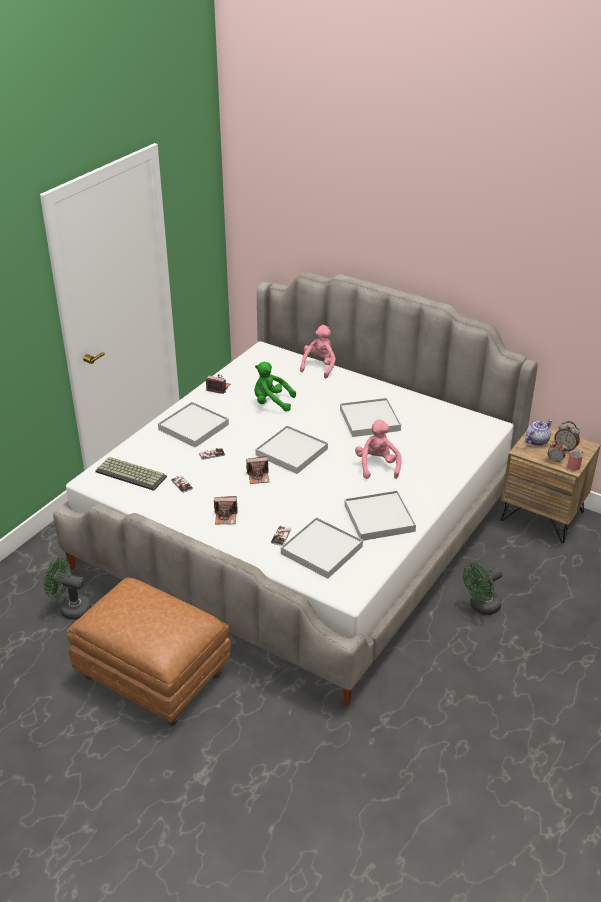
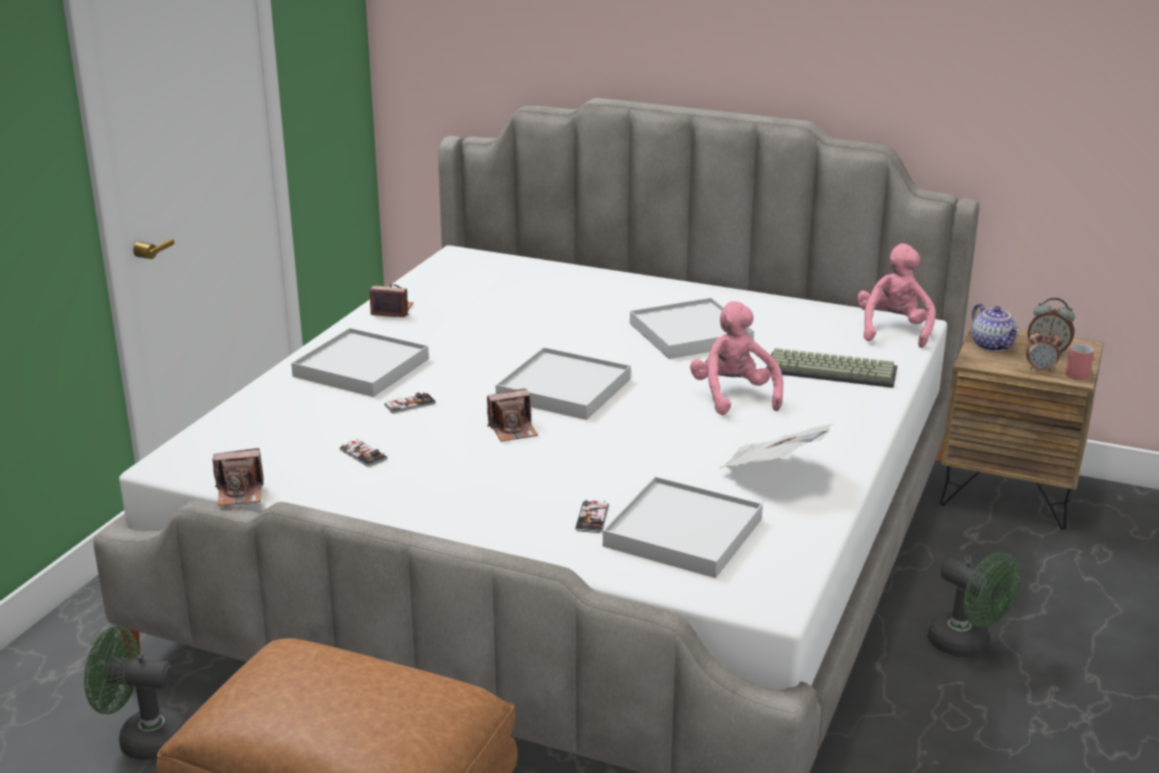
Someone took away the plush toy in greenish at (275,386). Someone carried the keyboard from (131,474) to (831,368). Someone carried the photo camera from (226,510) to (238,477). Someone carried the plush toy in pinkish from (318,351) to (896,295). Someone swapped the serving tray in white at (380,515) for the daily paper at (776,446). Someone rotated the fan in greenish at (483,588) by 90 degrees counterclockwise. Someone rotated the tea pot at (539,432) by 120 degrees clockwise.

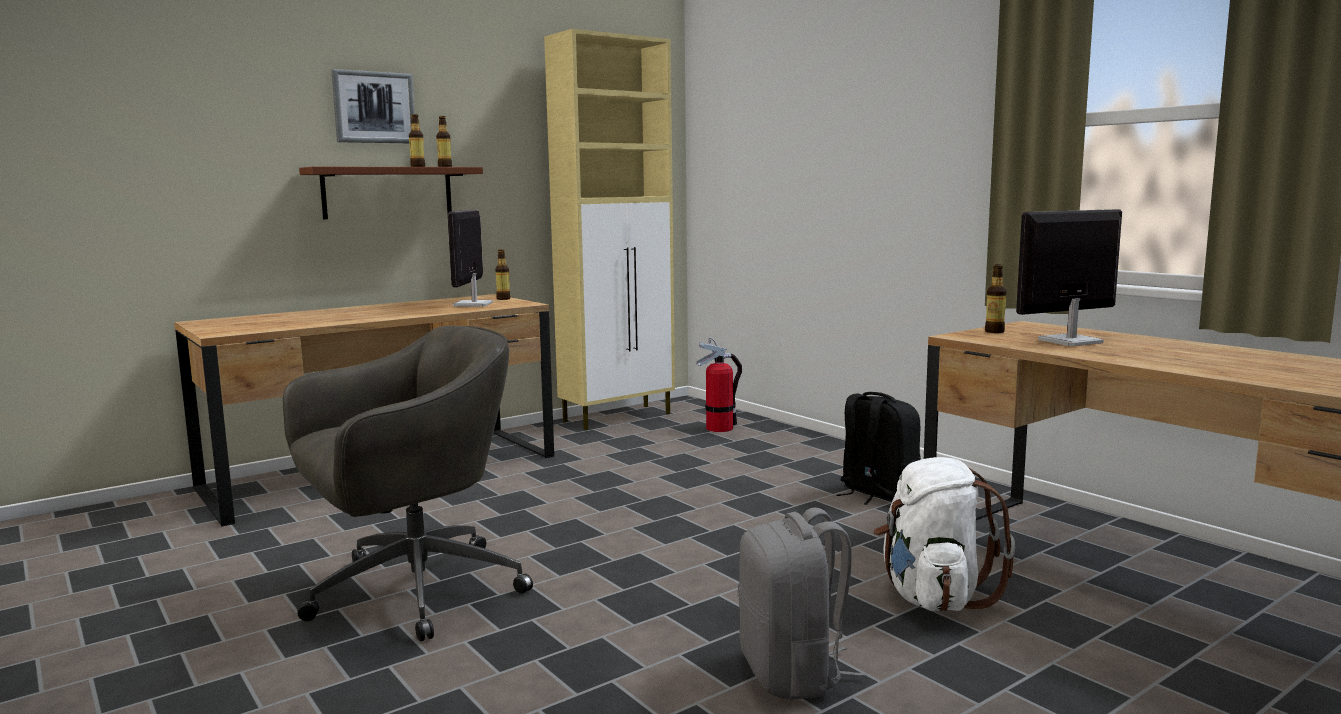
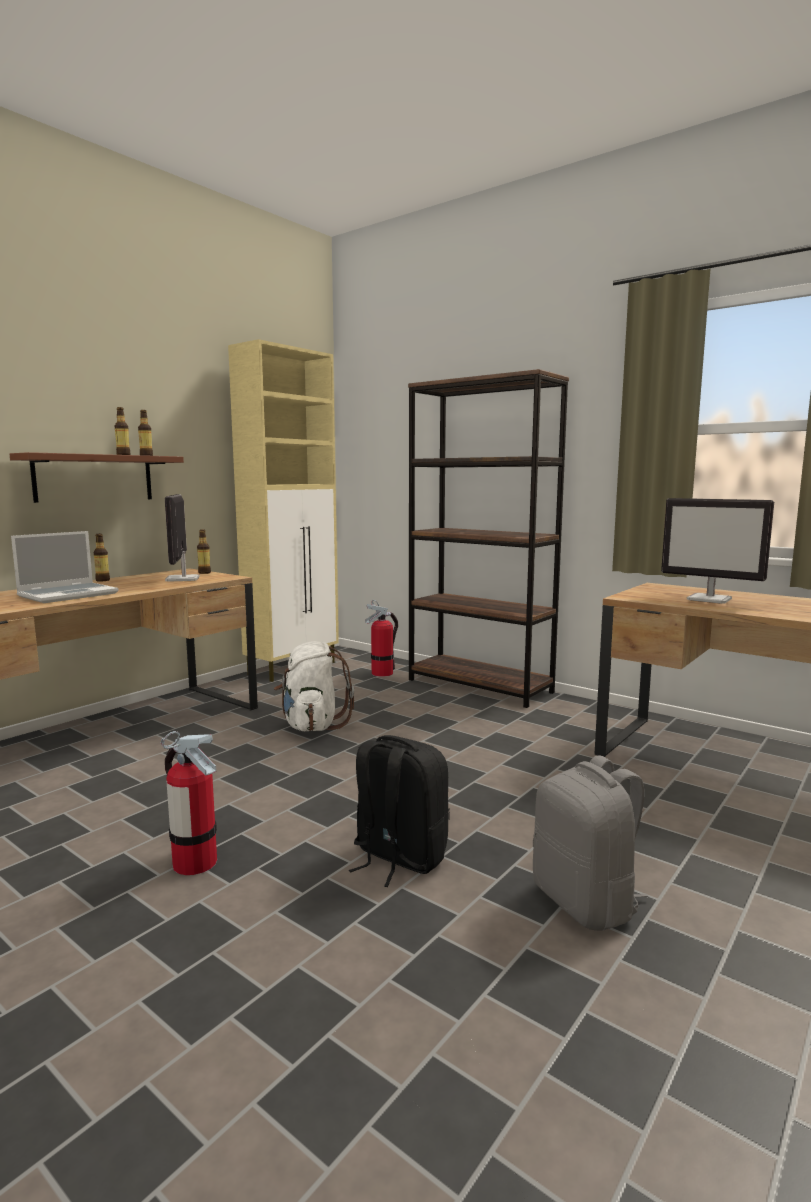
Someone took away the wall picture at (373,106). Someone put down the laptop at (65,567). Someone put down the bookshelf in brownish at (488,538). Someone carried the knapsack in black-coloured from (878,448) to (399,811). Someone carried the knapsack in white from (944,534) to (314,686). Someone carried the bottle from (996,298) to (102,557). Someone swapped the office chair in gray at (408,483) for the fire-fighting cylinder at (189,803). Someone rotated the monitor at (1069,277) by 105 degrees counterclockwise.

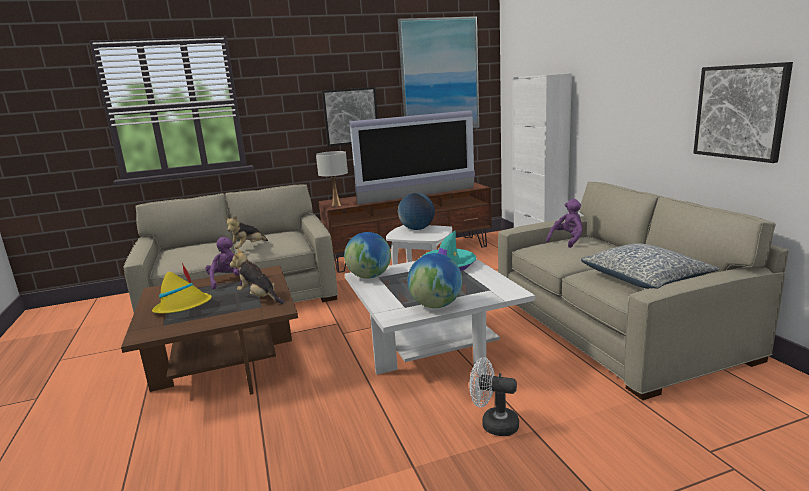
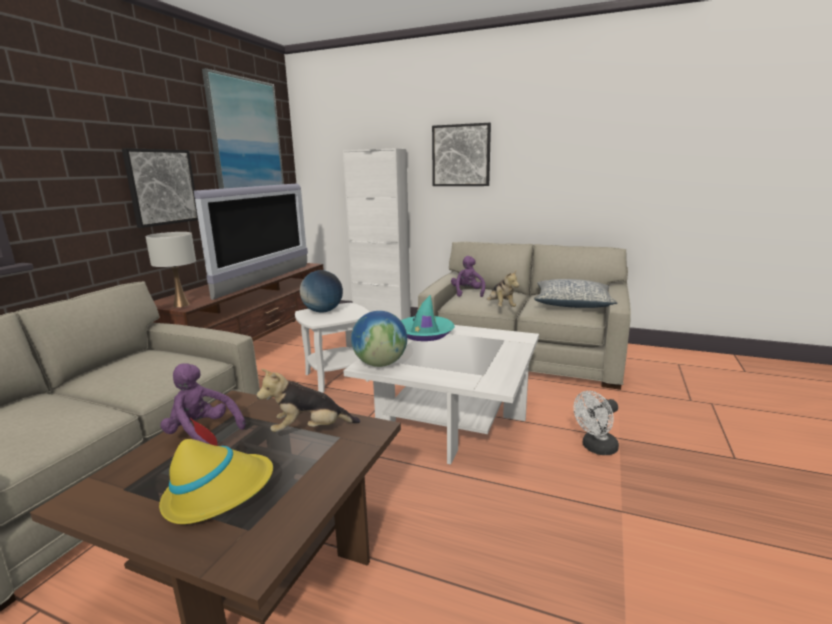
Someone took away the desk globe at (434,280). Someone carried the plush toy from (246,232) to (503,289). Someone carried the wall picture from (743,112) to (461,154).

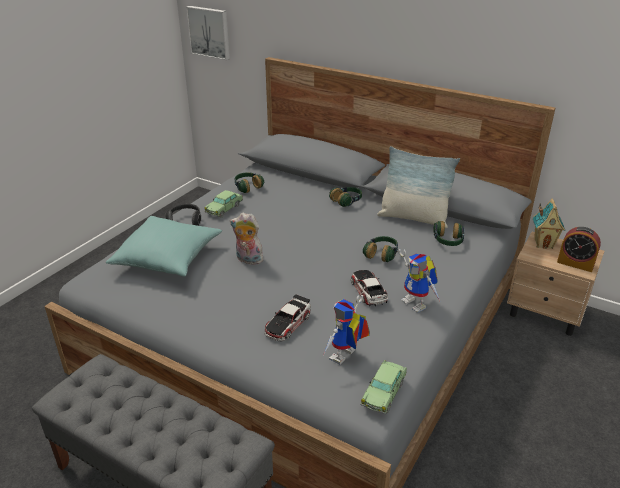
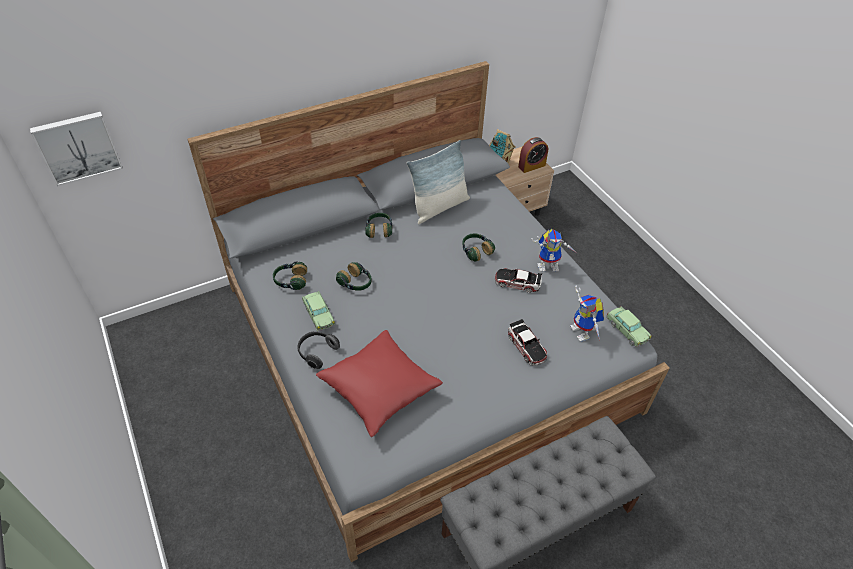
Someone took away the plush toy at (247,239). Someone carried the headset from (448,233) to (353,276). Someone repainted the pillow in turquoise-coloured at (164,246), which became the pillow in red at (379,383).

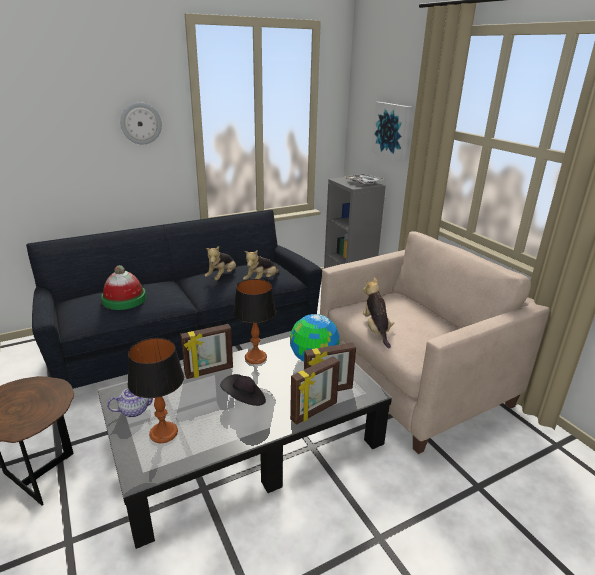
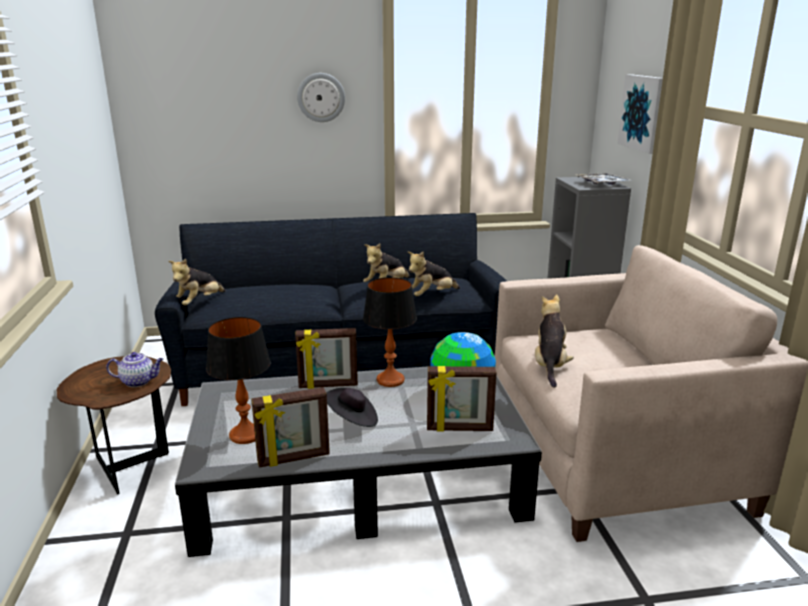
Someone took away the wearable hat at (123,287). Someone put down the plush toy at (197,282). Someone carried the tea pot from (130,402) to (134,369). Someone carried the picture frame from (315,390) to (290,427).

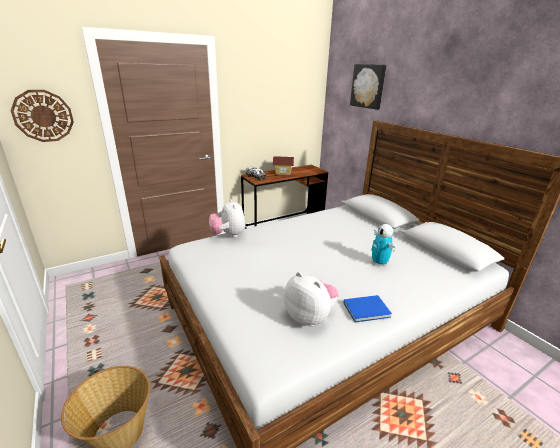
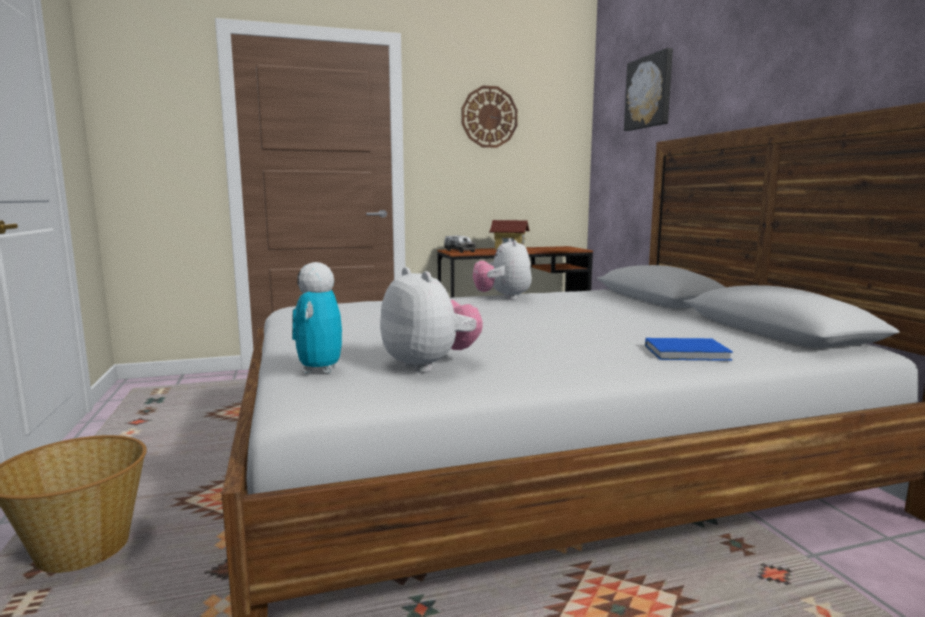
Someone carried the clock on the wall from (42,116) to (490,117). Someone carried the plush toy from (227,218) to (502,269). Someone carried the book in bluish from (367,309) to (689,349). Someone carried the toy robot from (383,245) to (317,317).

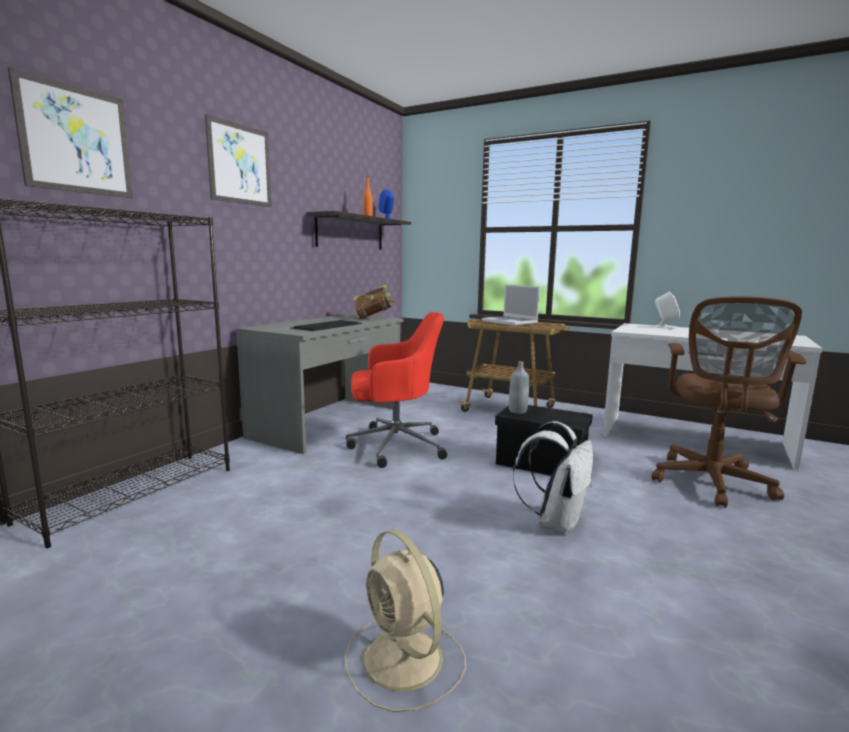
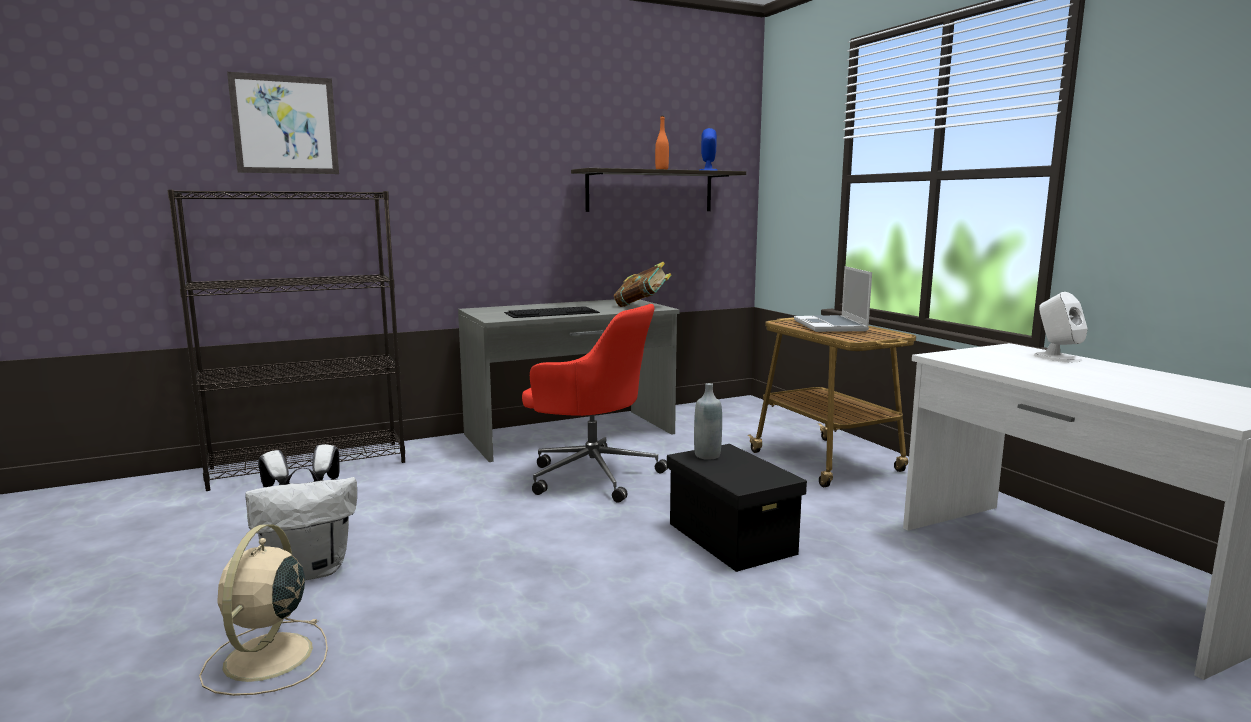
Someone took away the wall picture at (238,160). Someone took away the office chair in brownish at (729,402). Someone carried the knapsack in white from (553,477) to (301,512).

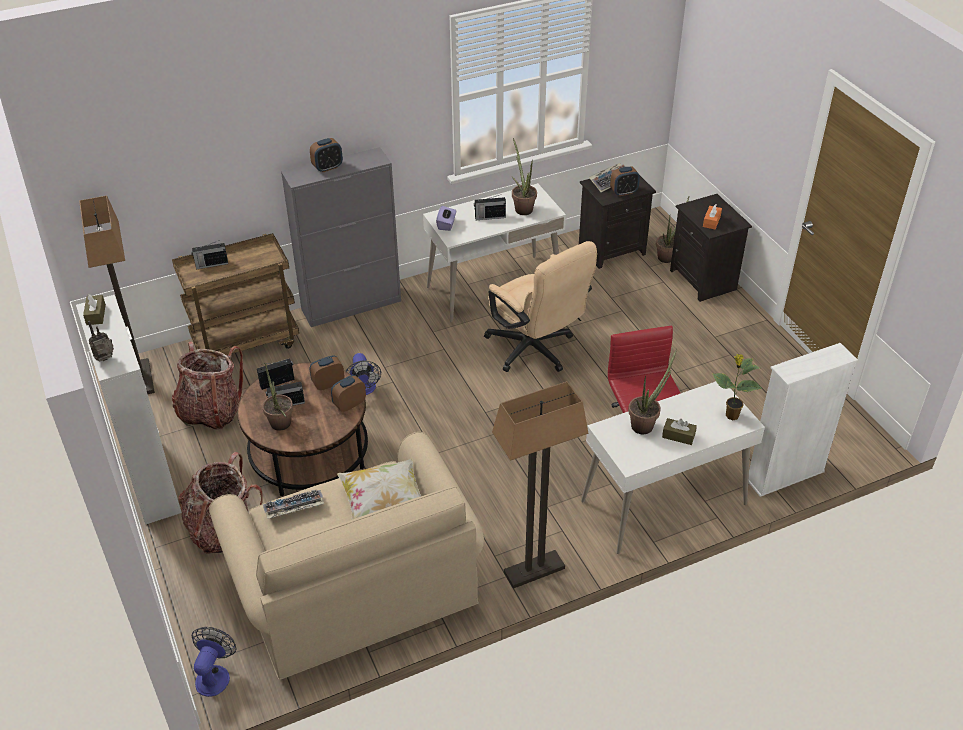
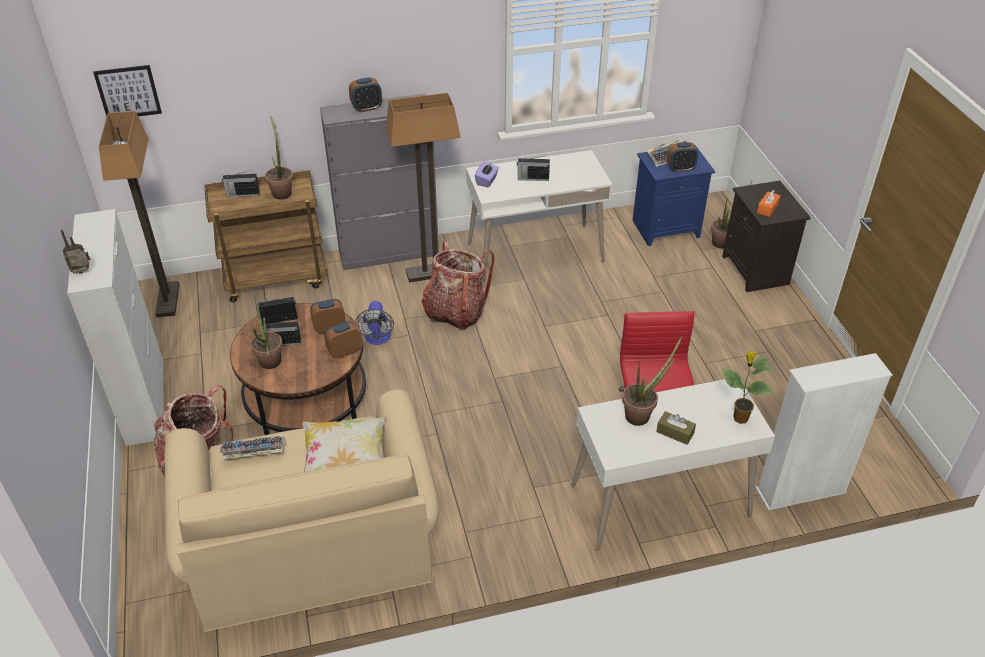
Someone took away the tissue holder in brownish at (94,309). Someone took away the fan at (214,662). Someone took away the office chair in sand-coloured at (540,306). Someone put up the wall picture at (127,91). Someone carried the knapsack from (207,385) to (458,285). Someone carried the floor lamp from (540,485) to (423,188). Someone carried the potted plant from (524,176) to (279,158). Someone repainted the bedside table in black-coloured at (617,222), which became the bedside table in bluish at (673,195).

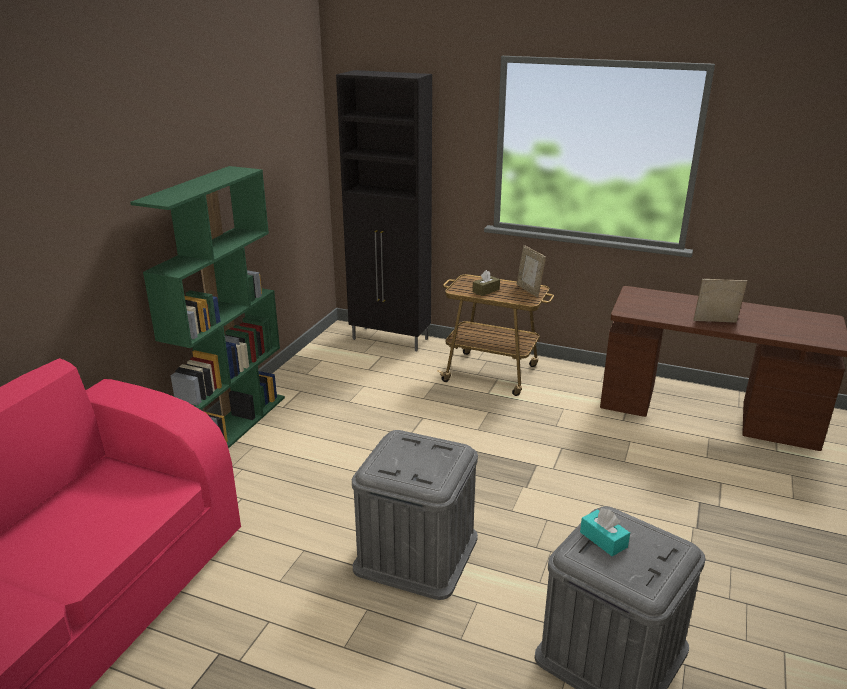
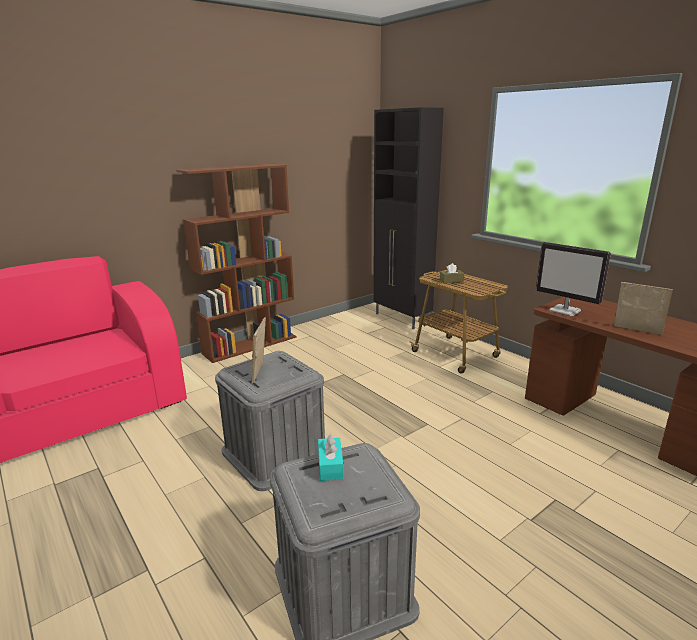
Someone put down the monitor at (573,279). Someone carried the picture frame from (531,271) to (258,350). Someone repainted the bookshelf in greenish at (207,307), which became the bookshelf in brownish at (236,263).

